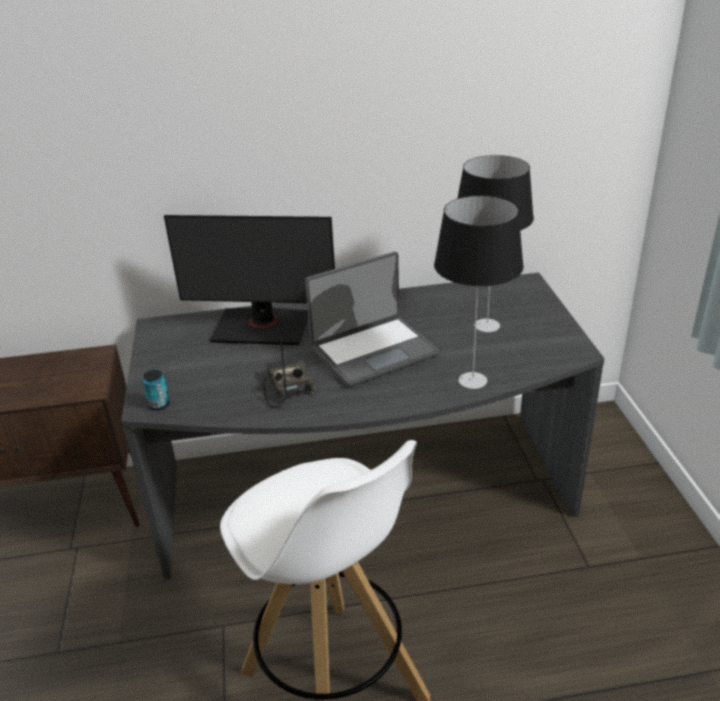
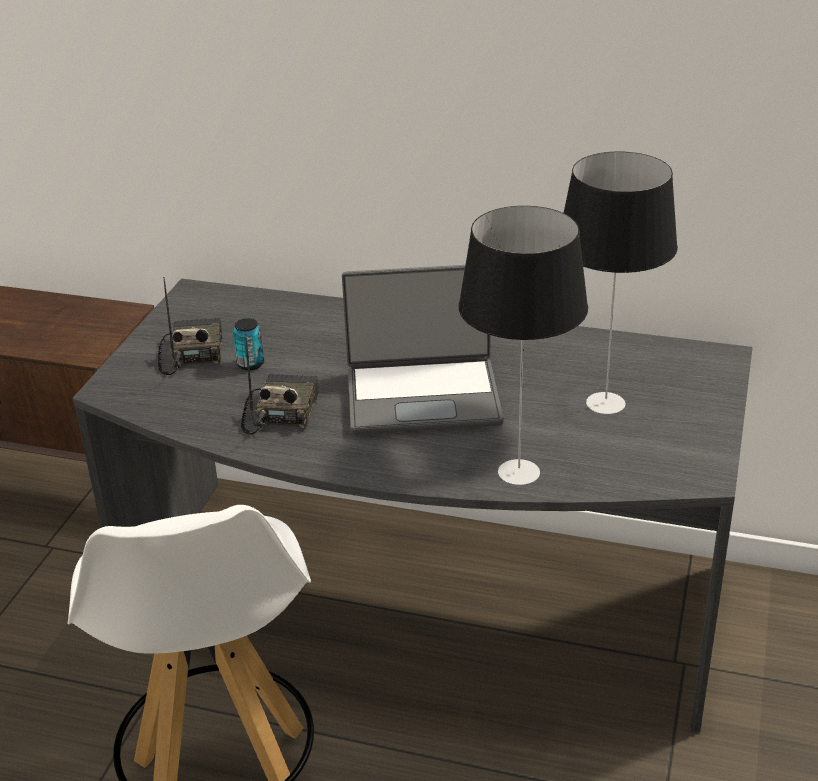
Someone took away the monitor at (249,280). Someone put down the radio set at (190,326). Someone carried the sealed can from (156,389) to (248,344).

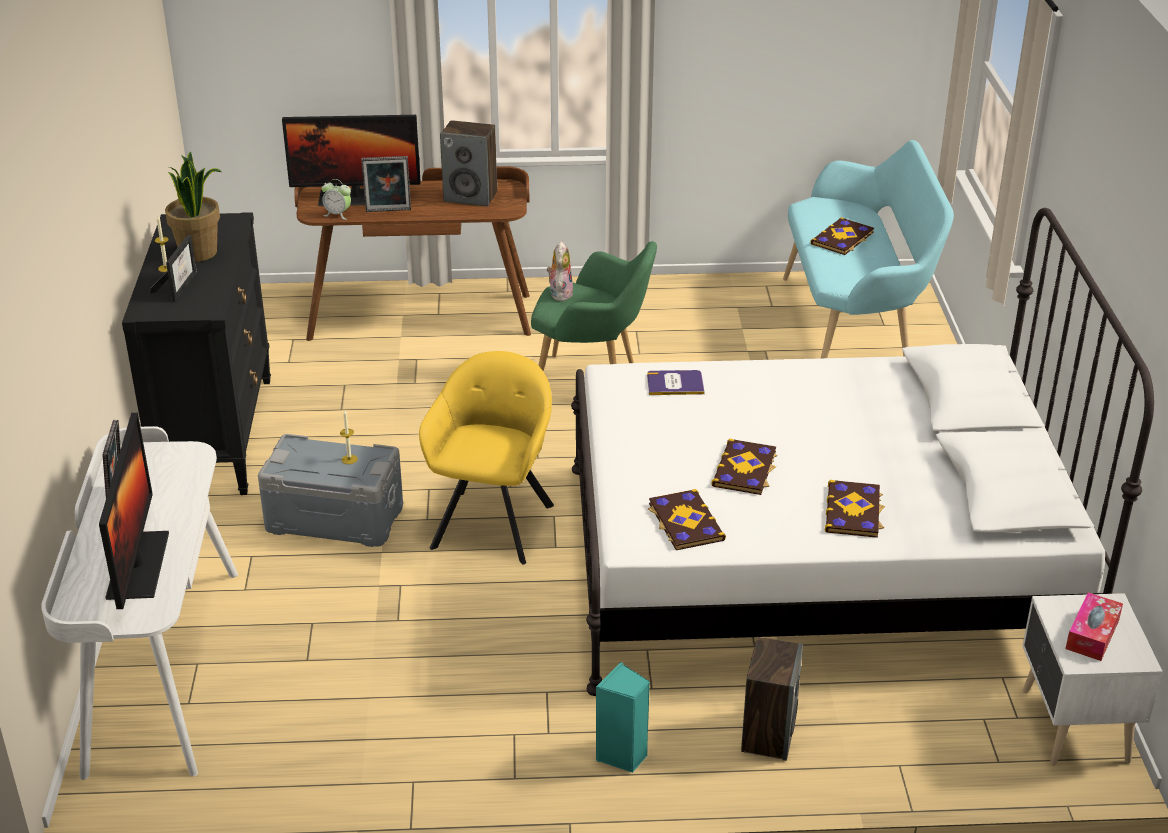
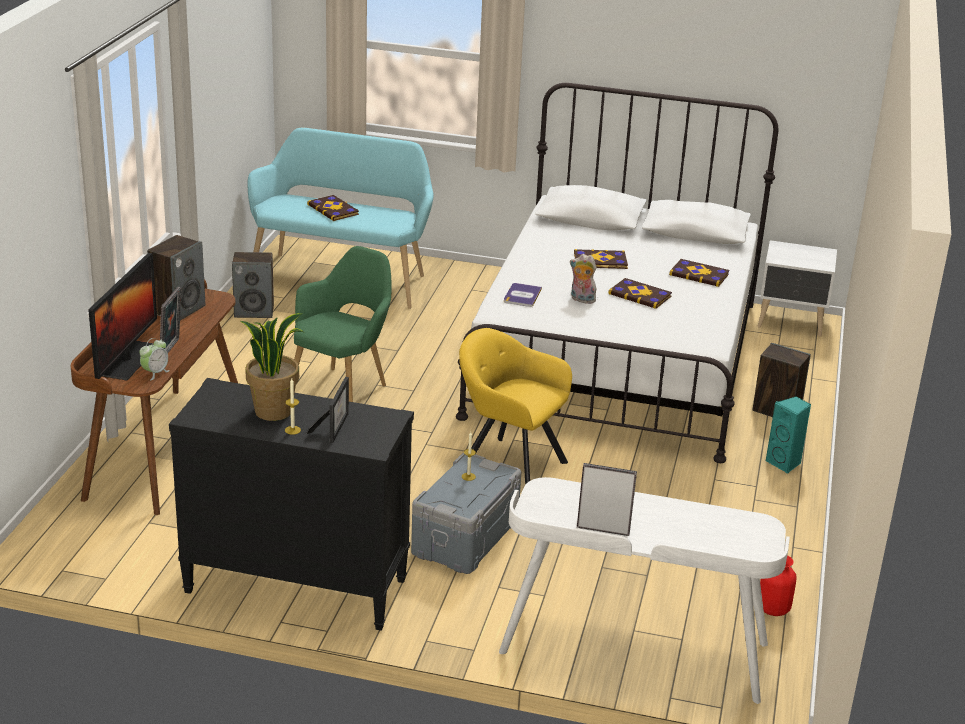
Someone took away the monitor at (134,511). Someone took away the tissue holder at (1094,626). Someone put down the loudspeaker at (253,285). Someone put down the vase in red at (778,585). Someone carried the plush toy from (560,271) to (583,279). Someone carried the book from (687,519) to (601,259). Someone rotated the picture frame at (173,268) by 75 degrees clockwise.

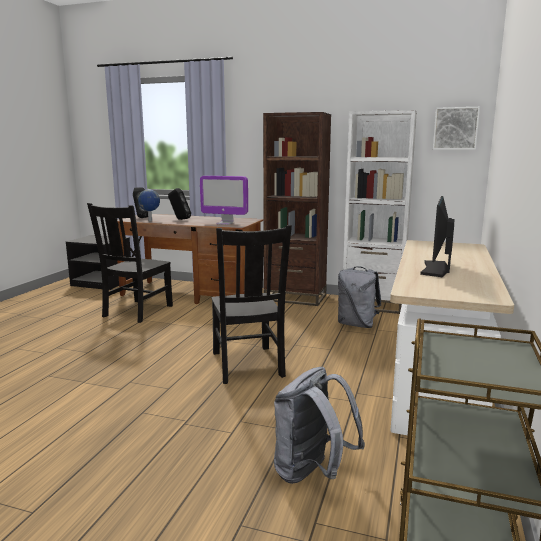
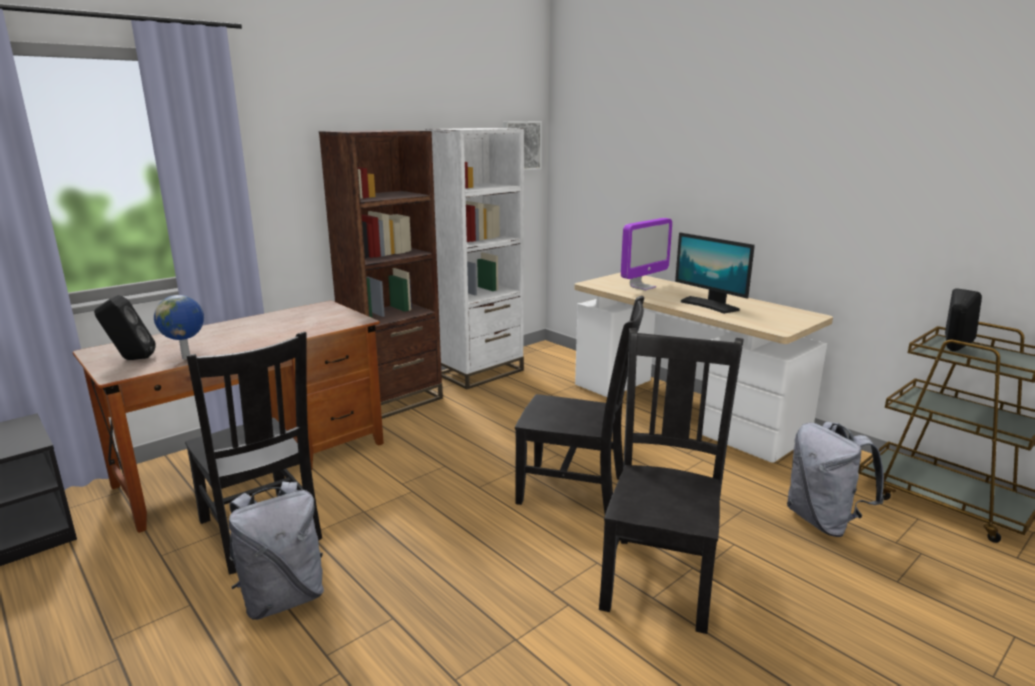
Someone put down the upright chair in black-coloured at (671,481). Someone carried the loudspeaker in black-coloured from (179,204) to (963,319). Someone carried the monitor from (224,200) to (646,254). Someone carried the knapsack in gray from (359,297) to (276,551).

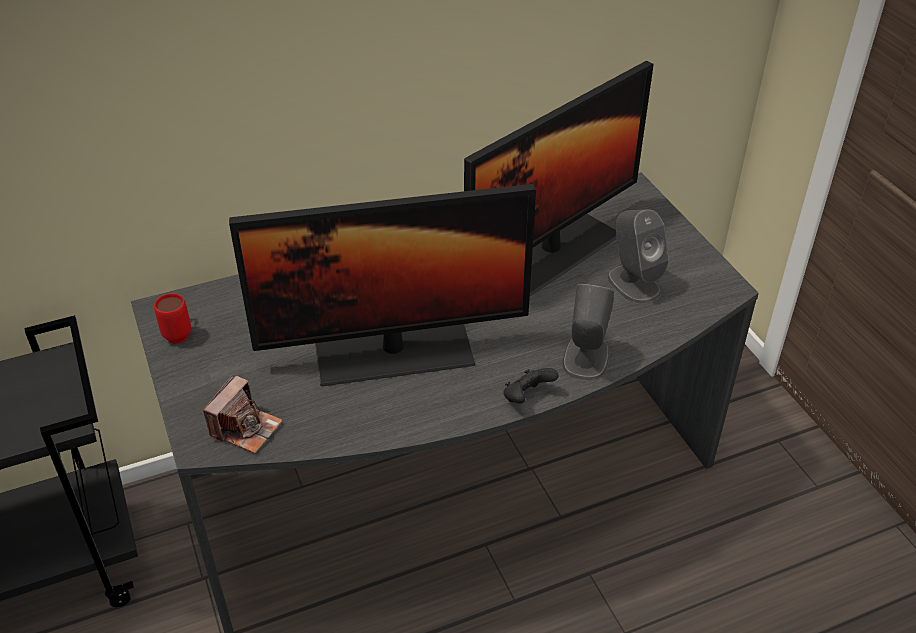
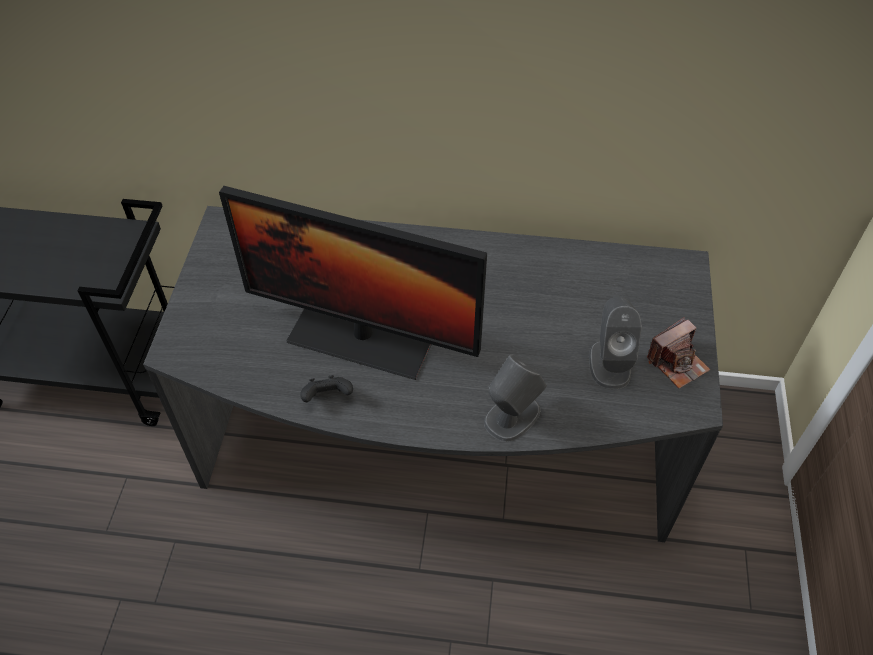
Someone took away the tea mug in red at (172,318). Someone took away the monitor at (559,178). Someone carried the photo camera from (243,414) to (678,352). Someone carried the joypad in black-coloured from (531,386) to (326,388).

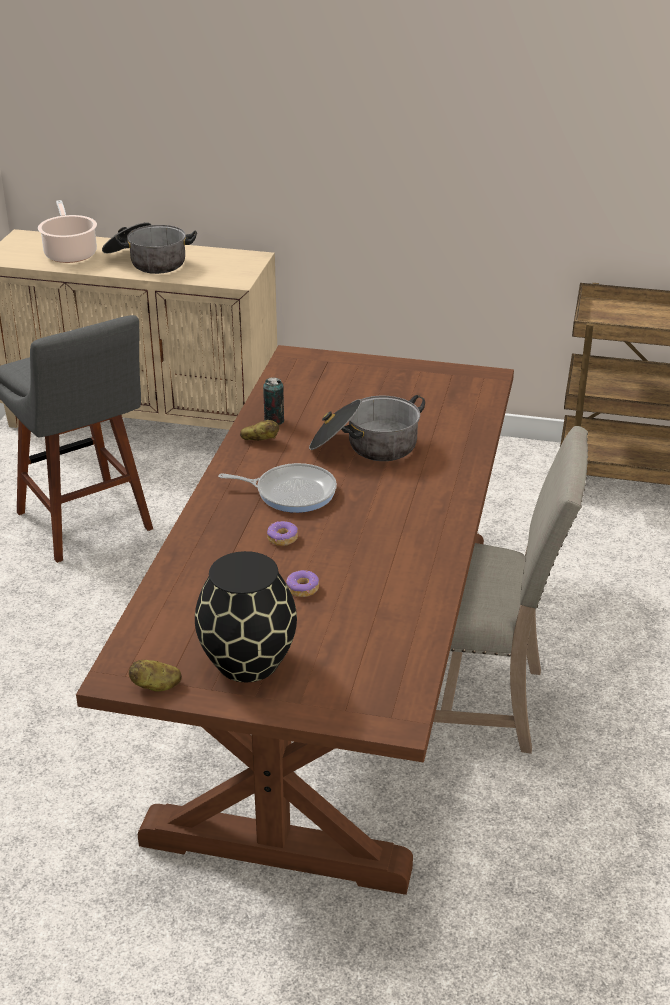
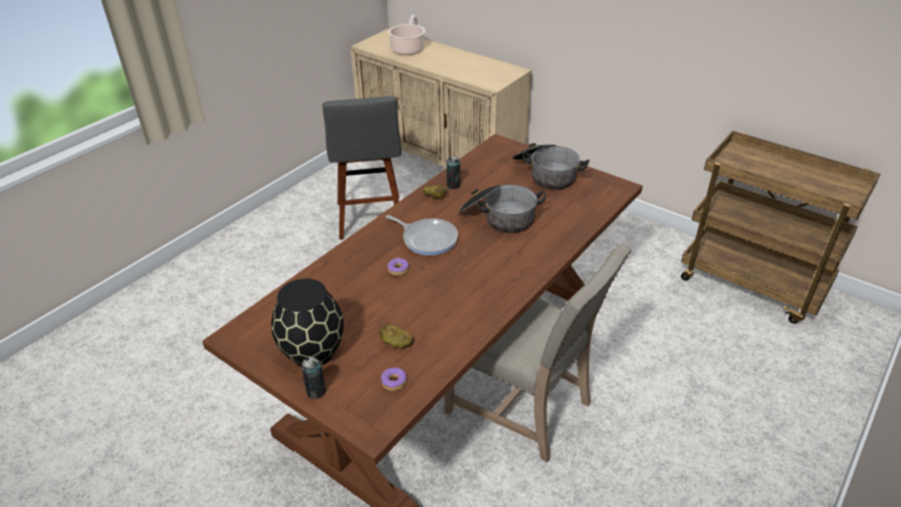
Someone put down the sealed can at (313,378). Someone carried the cooking pot from (149,248) to (551,166). Someone carried the potato from (155,675) to (396,336). Someone carried the doughnut from (302,583) to (394,379).

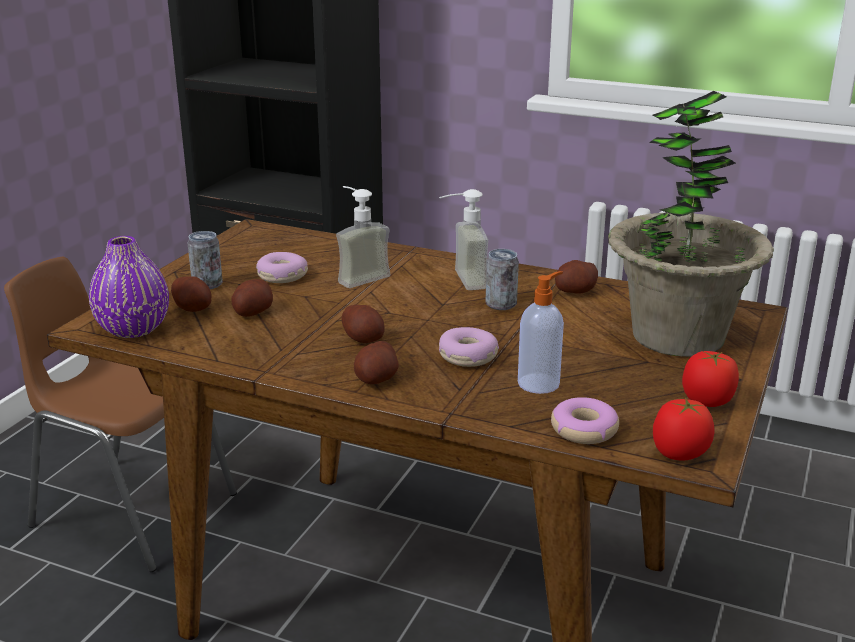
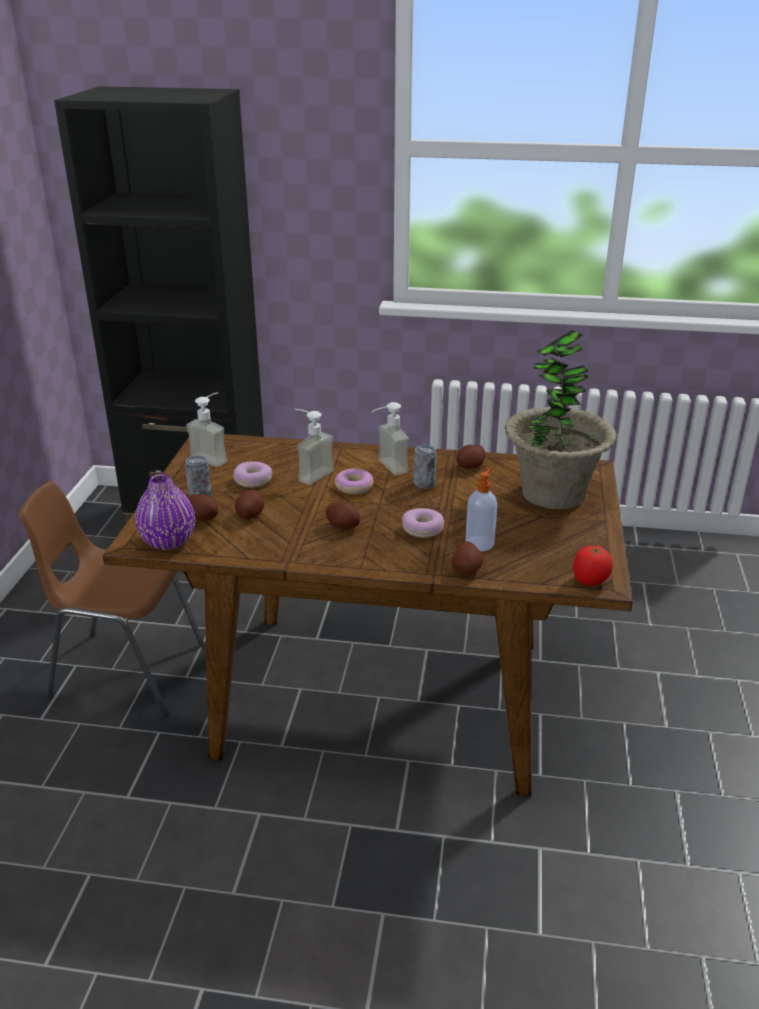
Someone took away the tomato at (710,379). Someone put down the soap bottle at (206,429). Someone carried the potato from (376,362) to (468,558). Someone carried the doughnut from (585,420) to (354,481).

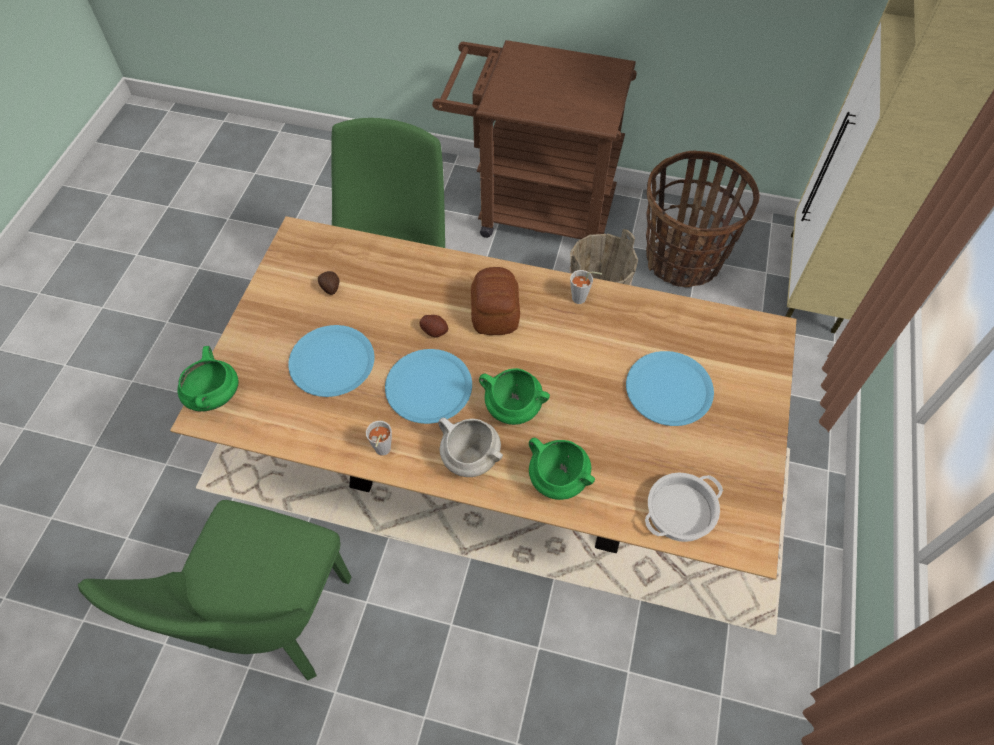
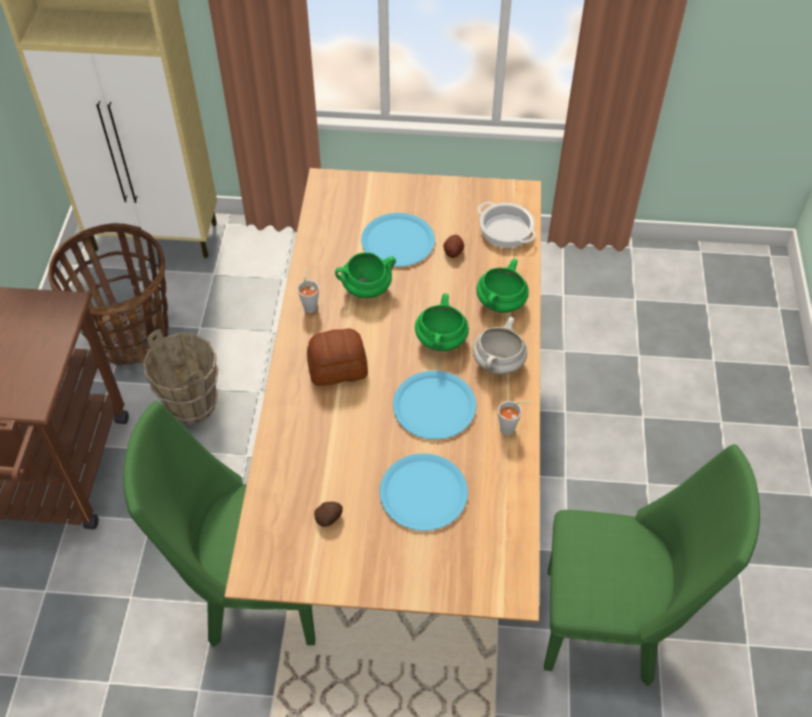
Someone carried the cooking pot in greenish from (208,379) to (365,275). Someone carried the potato from (433,326) to (453,246).

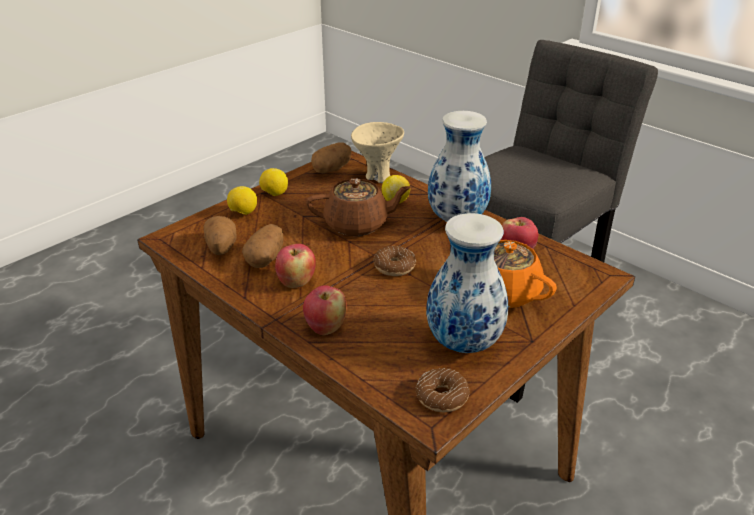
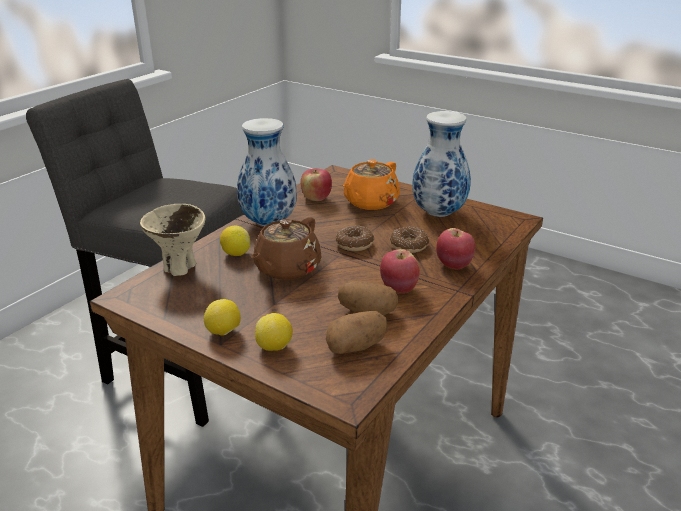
Someone took away the potato at (331,157). Someone carried the doughnut from (442,390) to (409,240). Someone rotated the tea pot in brownish at (358,207) by 135 degrees counterclockwise.

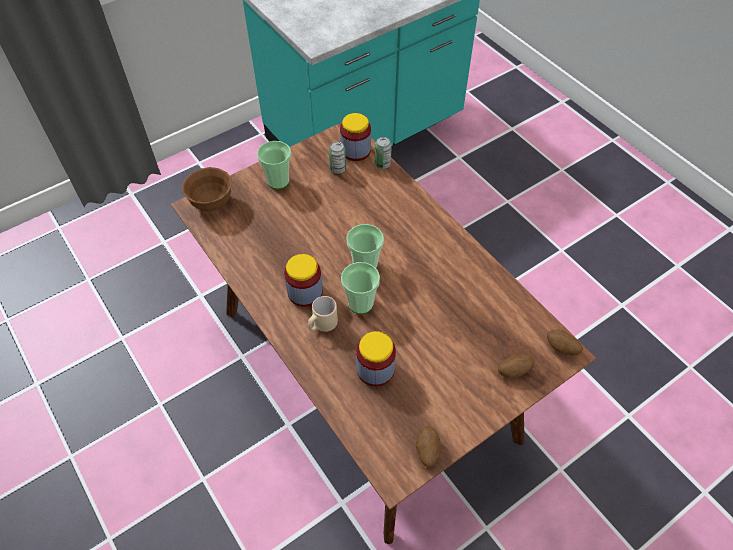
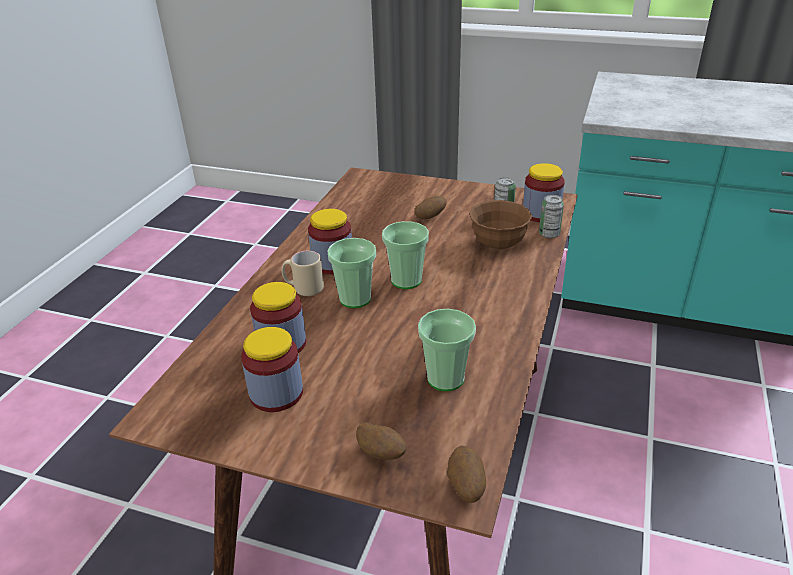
Someone put down the jar at (272,369). Someone carried the serving bowl in brownish from (207,189) to (500,225). Someone carried the drinking cup from (274,165) to (447,350). Someone carried the potato from (428,446) to (430,207).

